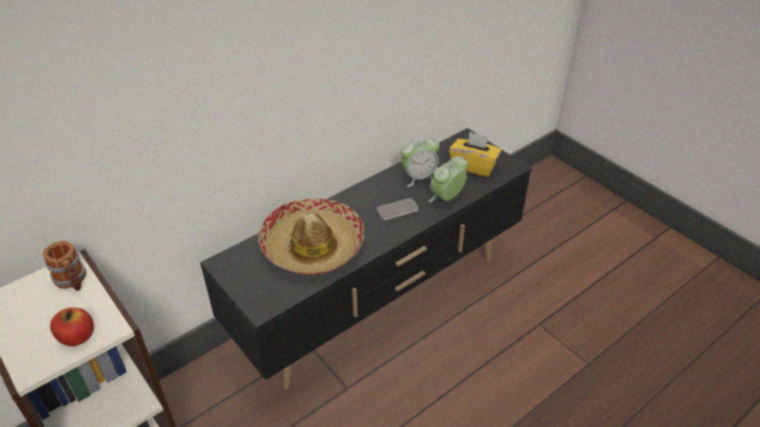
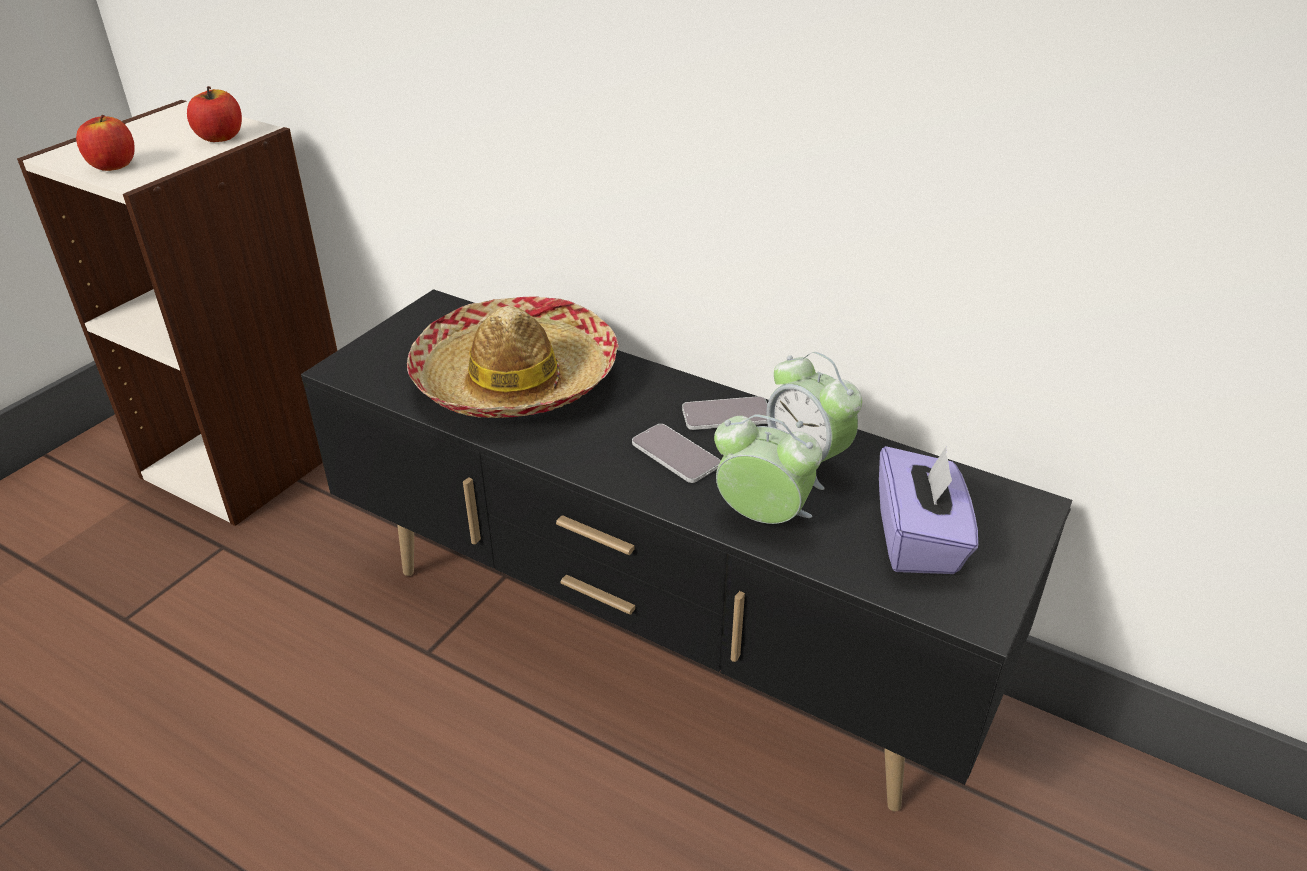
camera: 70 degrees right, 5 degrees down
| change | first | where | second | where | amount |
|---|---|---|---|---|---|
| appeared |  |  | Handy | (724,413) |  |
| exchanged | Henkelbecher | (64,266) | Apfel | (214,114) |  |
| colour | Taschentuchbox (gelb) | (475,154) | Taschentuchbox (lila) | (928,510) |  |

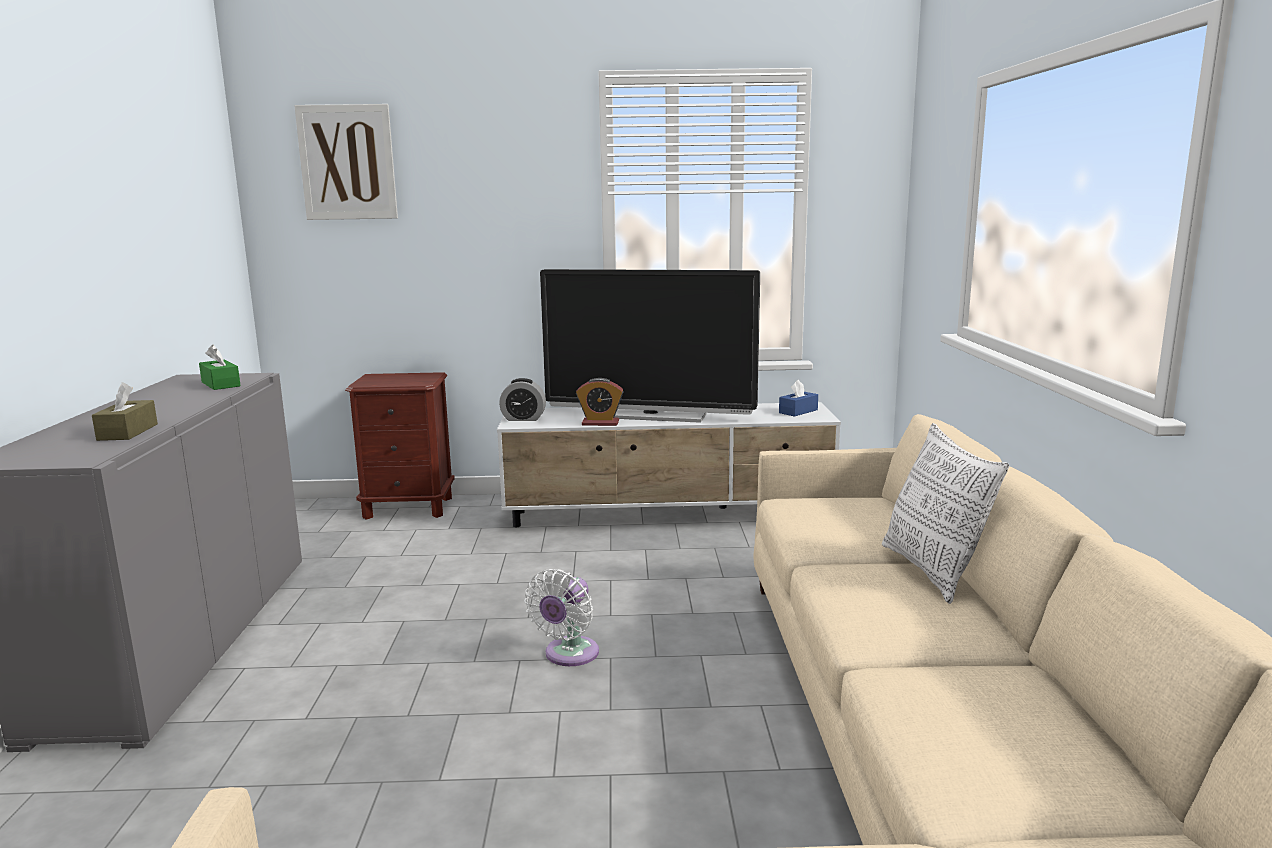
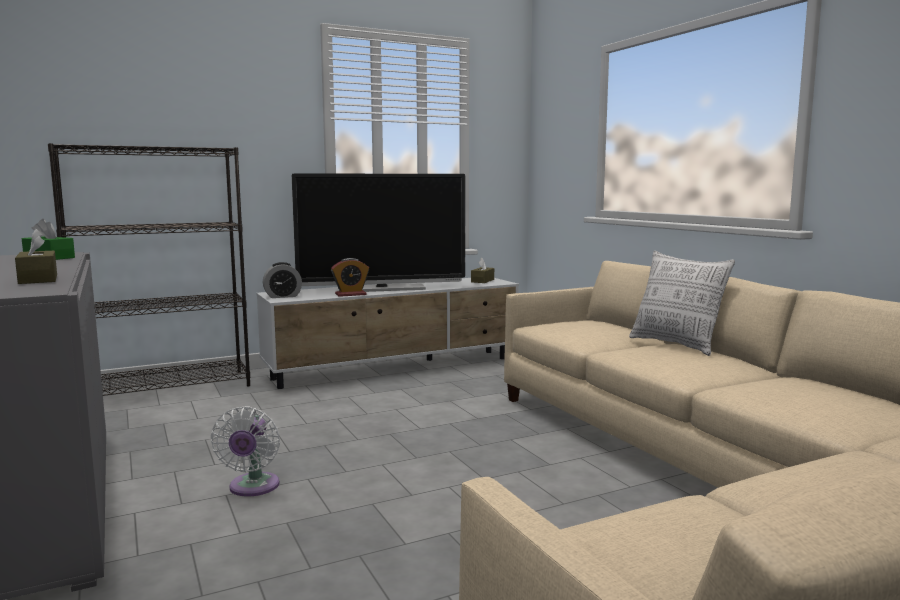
camera: 25 degrees left, 5 degrees down
| change | first | where | second | where | amount |
|---|---|---|---|---|---|
| missing | Bild | (346,162) |  |  |  |
| relocated | Ventilator (weiß) | (562,617) |  | (245,451) |  |
| exchanged | Nachttisch (braun) | (400,446) | Bücherregal (schwarz) | (149,269) |  |
| colour | Taschentuchbox (blau) | (798,398) | Taschentuchbox (braun) | (482,270) |  |

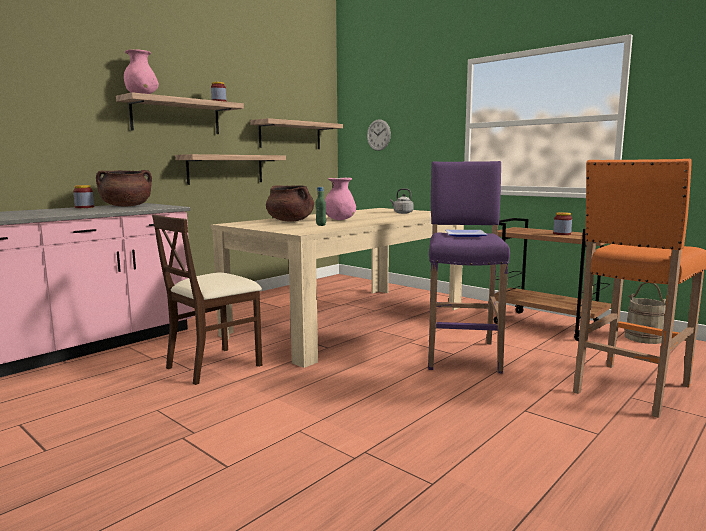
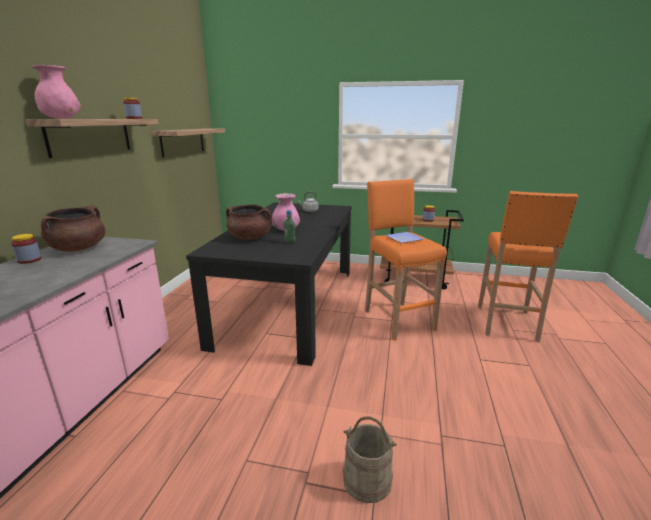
camera: 30 degrees left, 10 degrees up
| change | first | where | second | where | amount |
|---|---|---|---|---|---|
| missing | Stuhl (beige) | (207,299) |  |  |  |
| missing | Wandregal | (230,169) |  |  |  |
| missing | Wanduhr | (379,135) |  |  |  |
| relocated | Eimer (beige) | (645,313) |  | (370,459) |  |
| colour | Esstisch (beige) | (337,288) | Esstisch (schwarz) | (269,284) |  |
| colour | Hocker (lila) | (469,267) | Hocker (orange) | (406,259) |  |

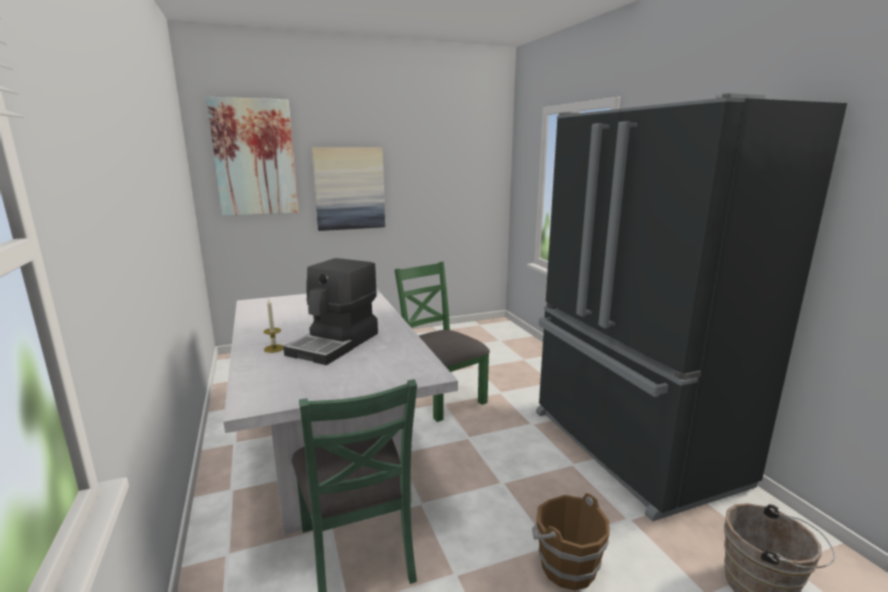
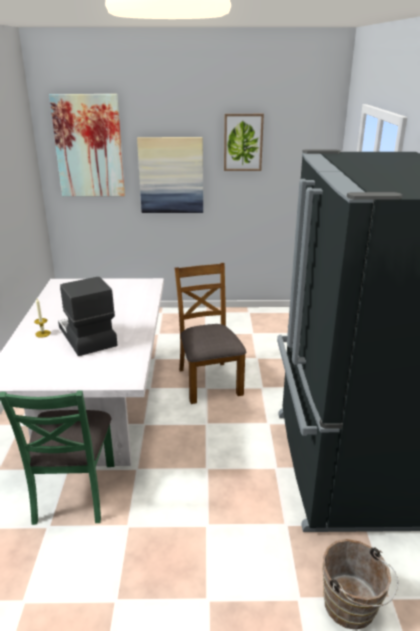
camera: 20 degrees right, 10 degrees up
| change | first | where | second | where | amount |
|---|---|---|---|---|---|
| missing | Eimer (braun) | (571,541) |  |  |  |
| appeared |  |  | Bild | (244,142) |  |
| colour | Stuhl (grün) | (442,342) | Stuhl (braun) | (210,333) |  |
| spun | Kaffeemaschine | (330,311) |  | (87,316) | 105 degrees clockwise |

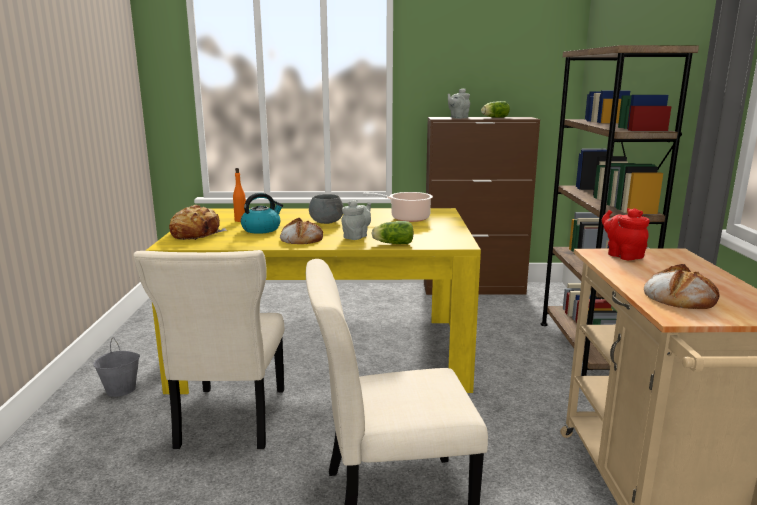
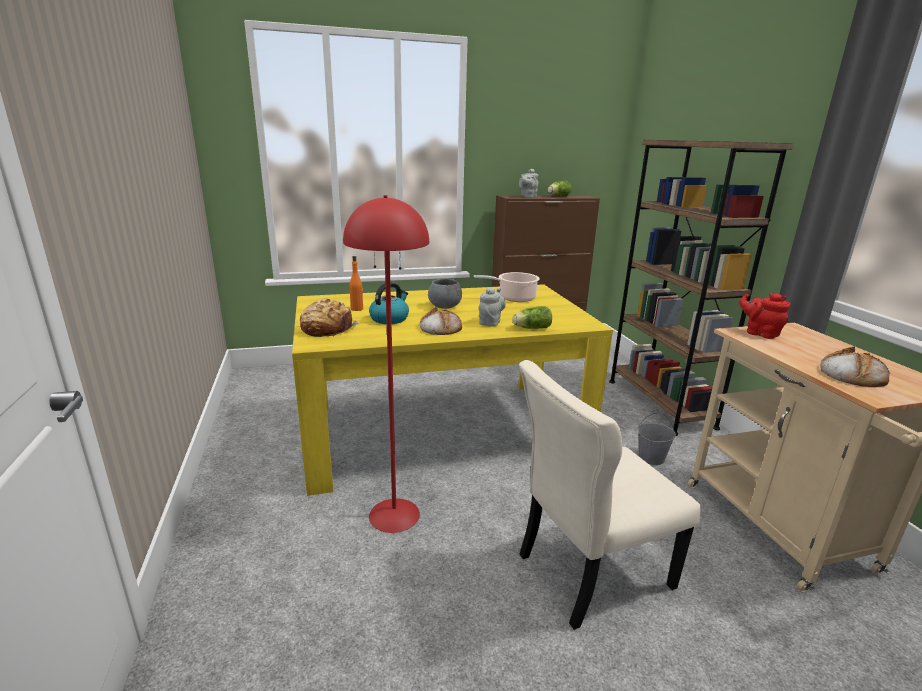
camera: 15 degrees left, 5 degrees up
| change | first | where | second | where | amount |
|---|---|---|---|---|---|
| relocated | Eimer (grau) | (116,367) |  | (657,438) |  |
| exchanged | Stuhl (beige) | (208,349) | Stehlampe (rot) | (386,364) |  |

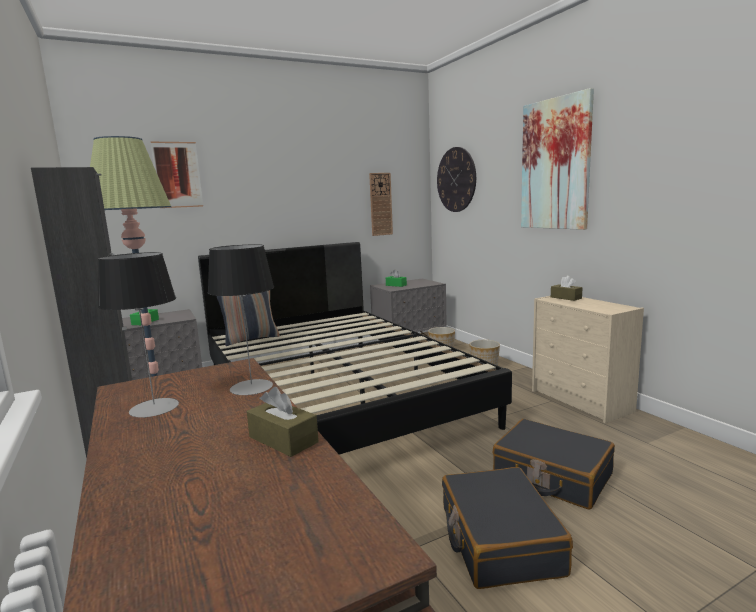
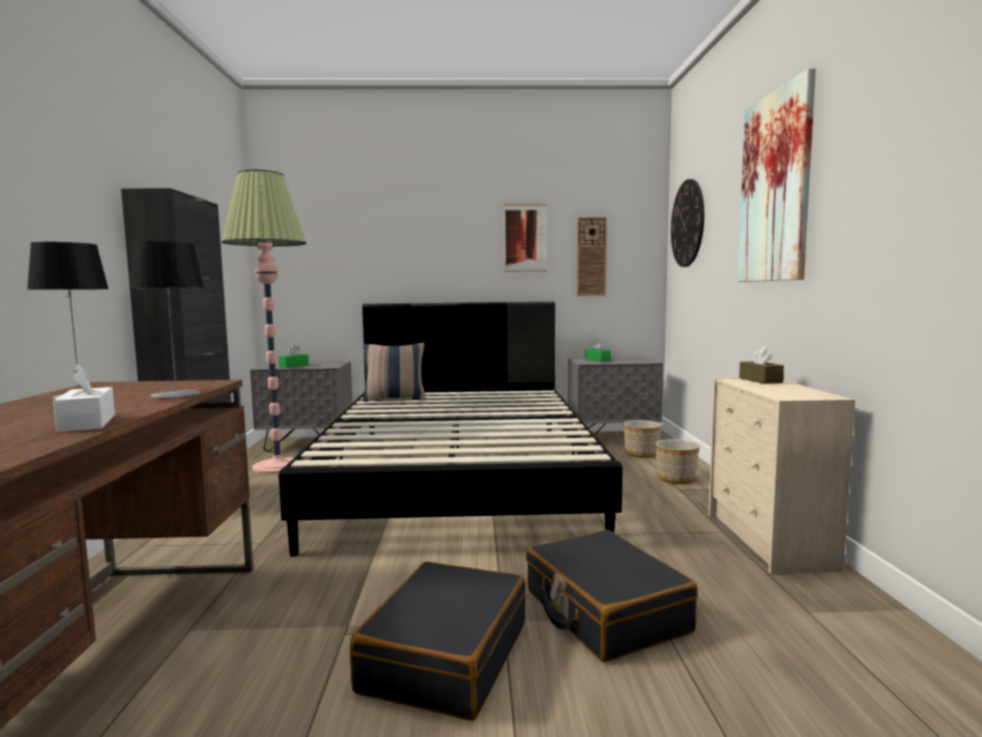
camera: 25 degrees right, 5 degrees down
| change | first | where | second | where | amount |
|---|---|---|---|---|---|
| relocated | Bild | (177,175) |  | (525,238) |  |
| colour | Taschentuchbox (braun) | (283,422) | Taschentuchbox (weiß) | (84,398) |  |

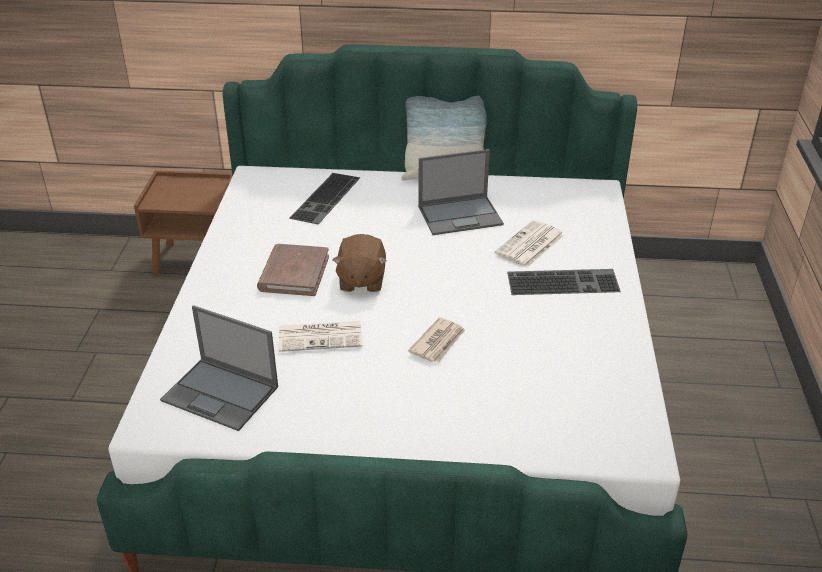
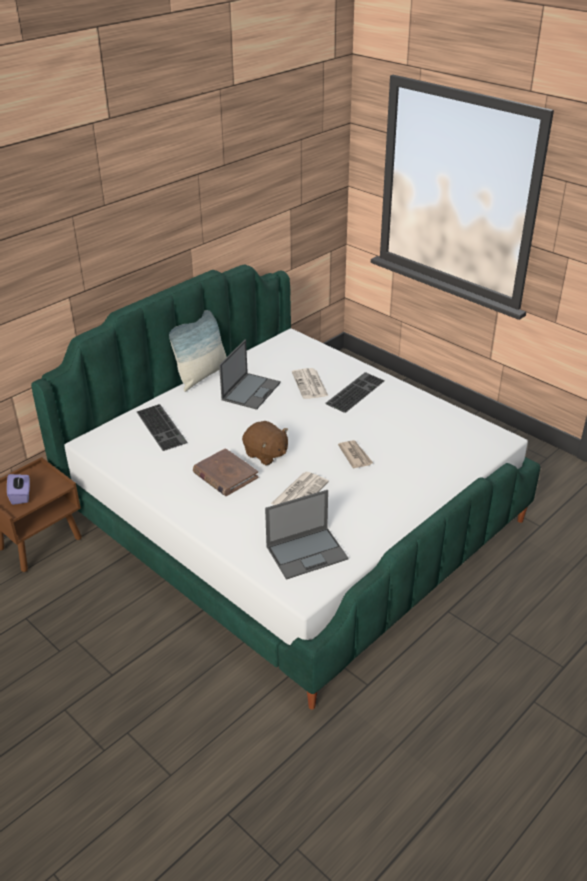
camera: 50 degrees left, 0 degrees up
| change | first | where | second | where | amount |
|---|---|---|---|---|---|
| appeared |  |  | Taschentuchbox (lila) | (18,489) |  |

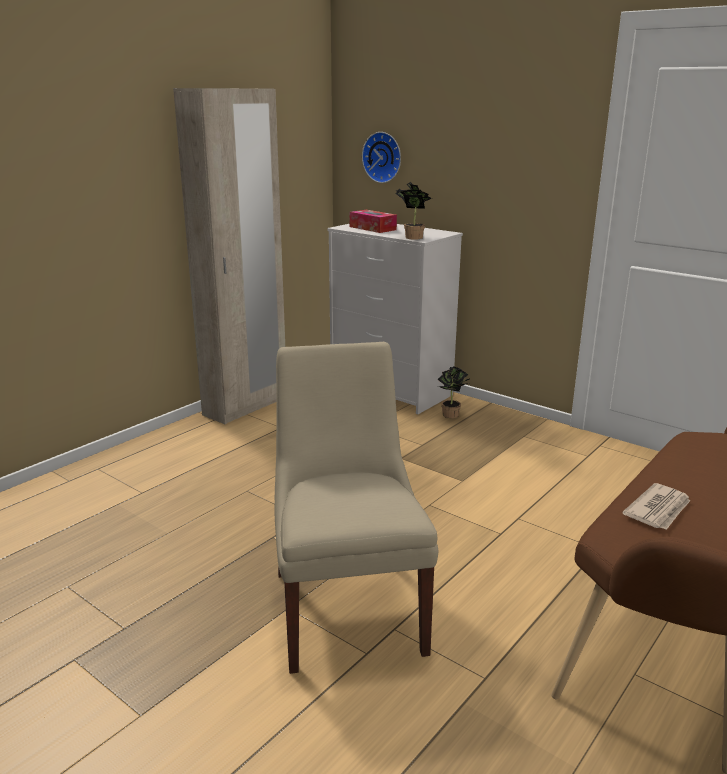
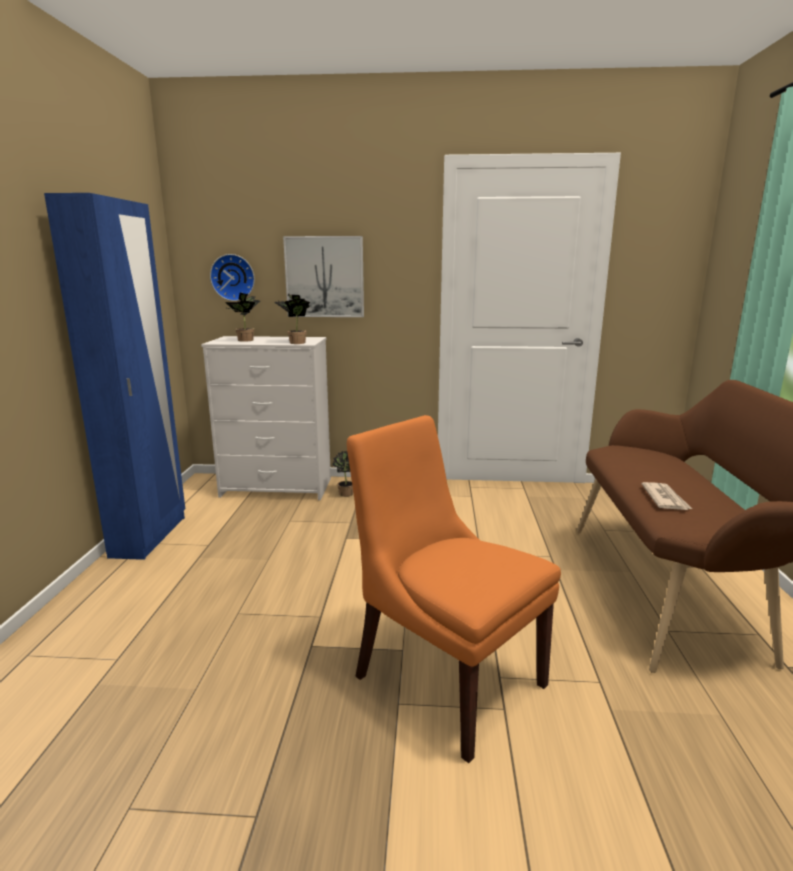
camera: 35 degrees left, 5 degrees down
| change | first | where | second | where | amount |
|---|---|---|---|---|---|
| appeared |  |  | Bild | (323,276) |  |
| exchanged | Taschentuchbox | (373,221) | Topfpflanze | (242,317) |  |
| colour | Kleiderschrank (beige) | (229,256) | Kleiderschrank (blau) | (114,376) |  |
| colour | Stuhl (beige) | (356,508) | Stuhl (orange) | (454,589) |  |

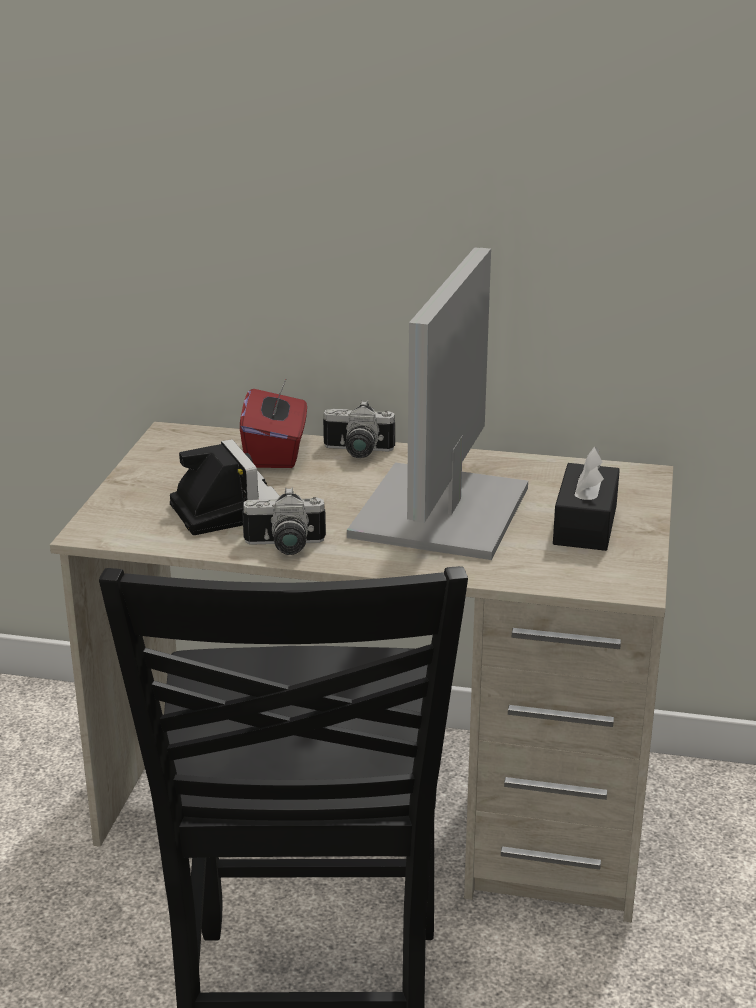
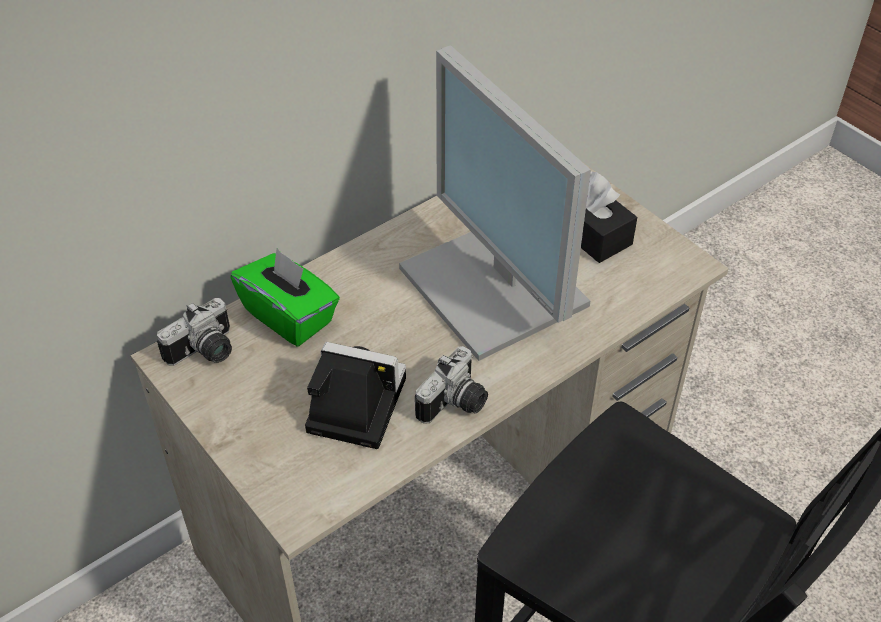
camera: 50 degrees left, 20 degrees up
| change | first | where | second | where | amount |
|---|---|---|---|---|---|
| relocated | Kamera | (359,429) |  | (194,332) |  |
| colour | Taschentuchbox (rot) | (273,423) | Taschentuchbox (grün) | (285,297) |  |

